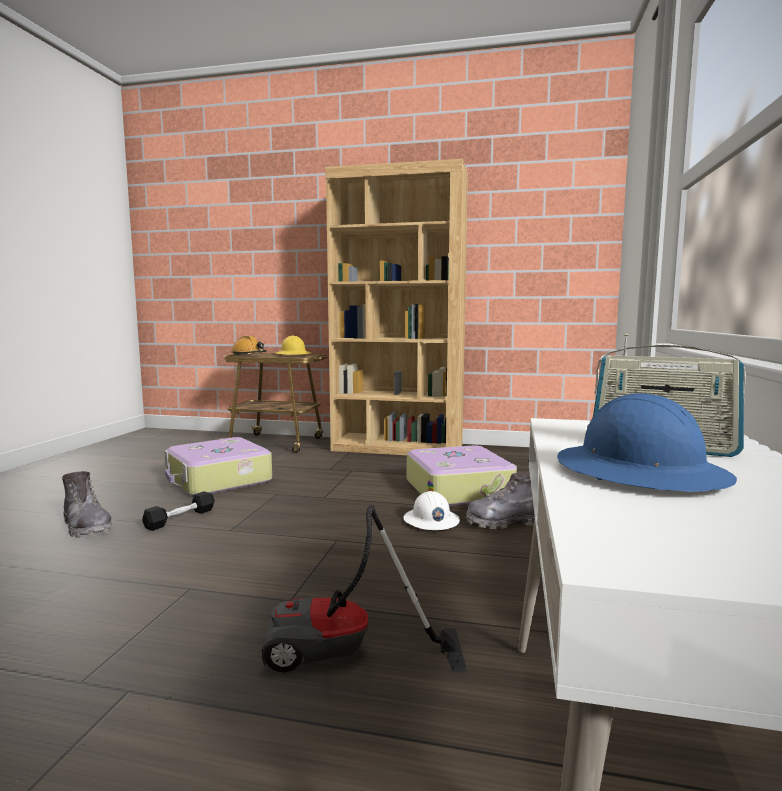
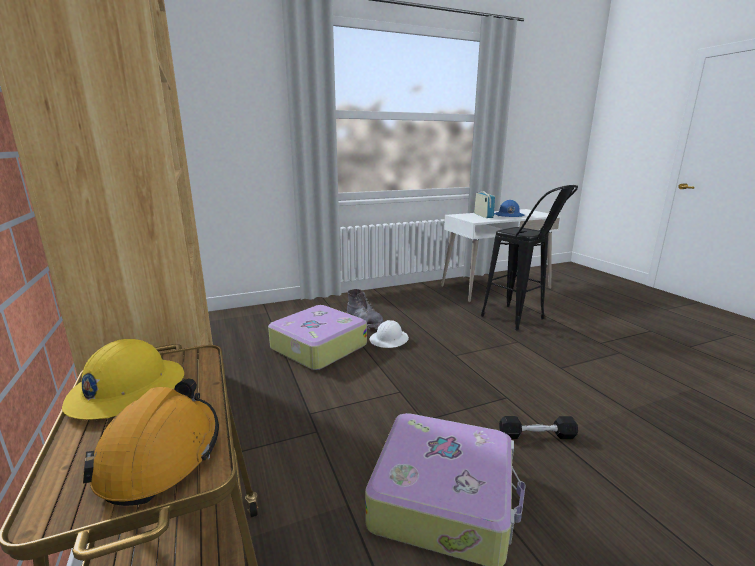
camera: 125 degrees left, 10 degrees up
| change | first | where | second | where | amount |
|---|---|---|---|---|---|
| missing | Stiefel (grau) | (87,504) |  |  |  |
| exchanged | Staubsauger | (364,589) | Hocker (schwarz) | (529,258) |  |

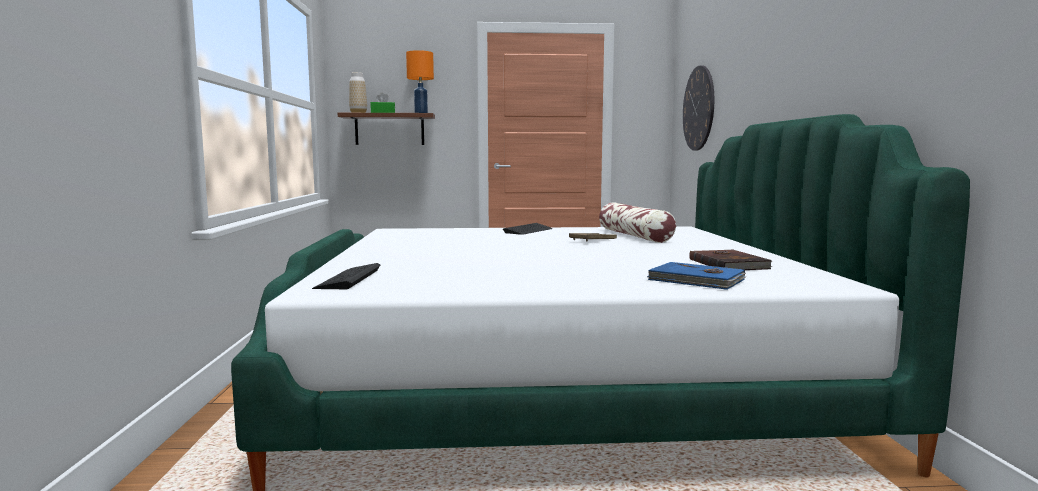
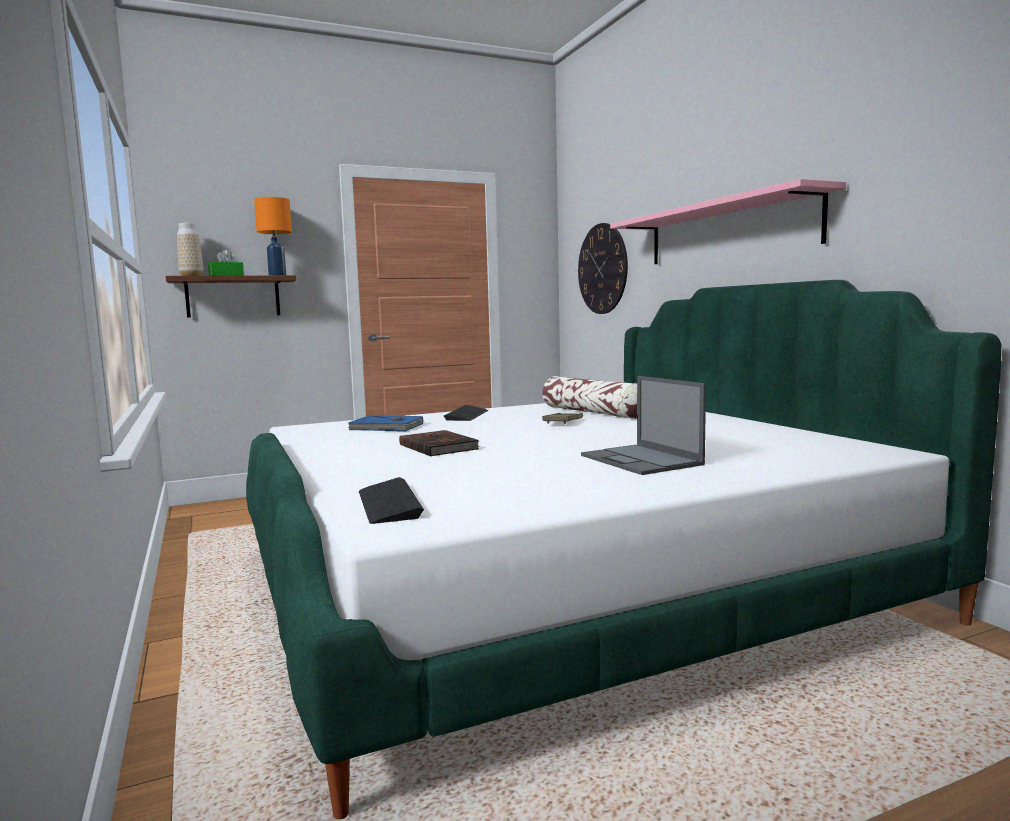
camera: 20 degrees left, 0 degrees up
| change | first | where | second | where | amount |
|---|---|---|---|---|---|
| appeared |  |  | Laptop | (643,425) |  |
| appeared |  |  | Wandregal (rosa) | (728,221) |  |
| relocated | Buch (blau) | (696,276) |  | (385,423) |  |
| relocated | Buch (braun) | (730,260) |  | (439,443) |  |

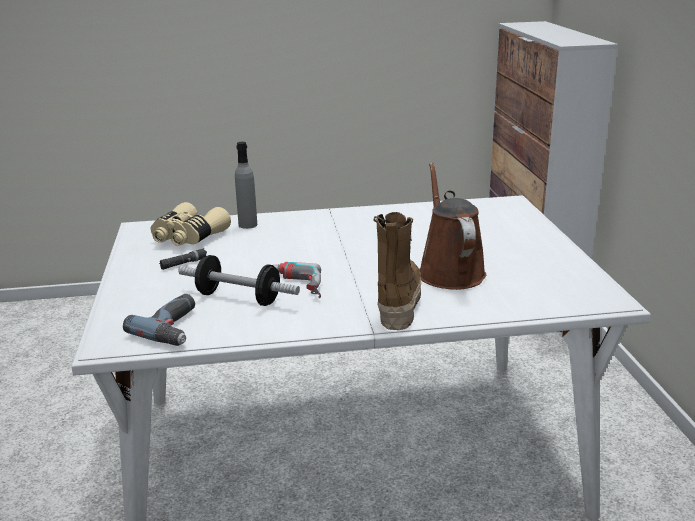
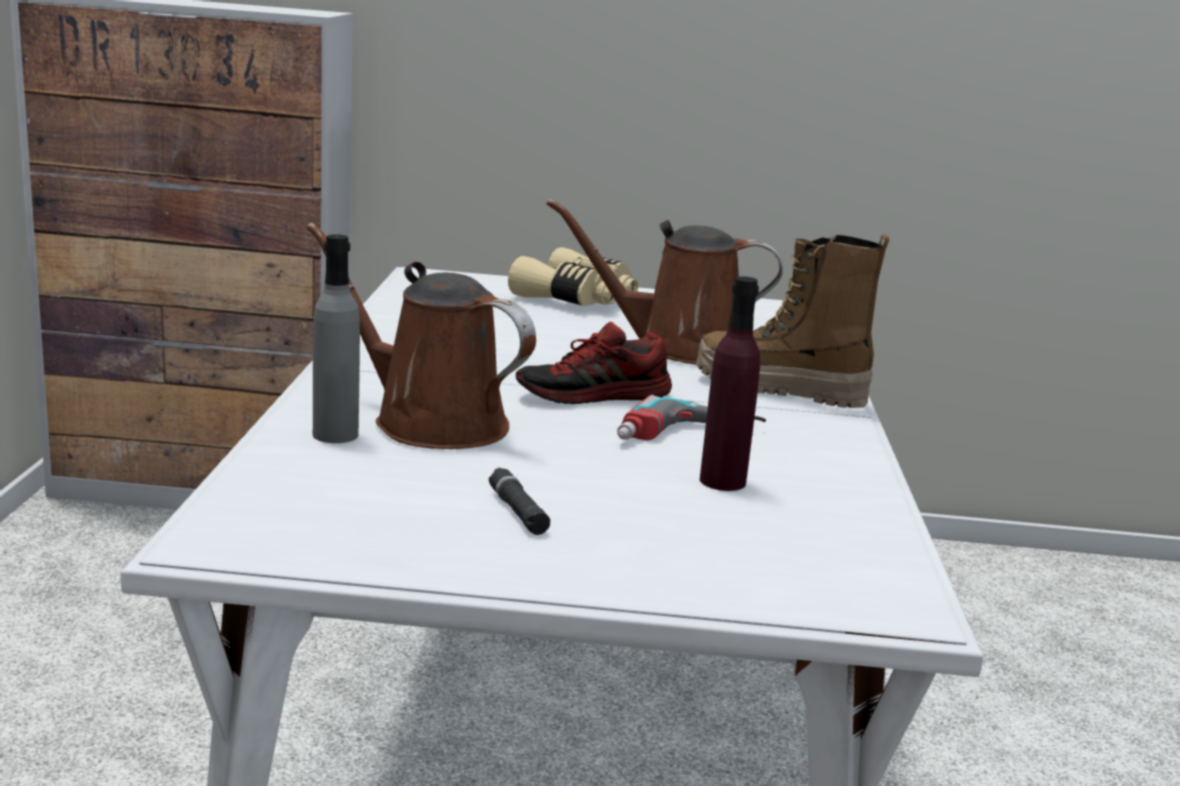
camera: 80 degrees left, 5 degrees down
| change | first | where | second | where | amount |
|---|---|---|---|---|---|
| missing | Bohrmaschine | (159,320) |  |  |  |
| appeared |  |  | Gießkanne (braun) | (421,336) |  |
| appeared |  |  | Schuh | (594,363) |  |
| relocated | Fernglas (beige) | (191,224) |  | (573,276) |  |
| exchanged | Hantel | (239,280) | Flasche (lila) | (730,383) |  |

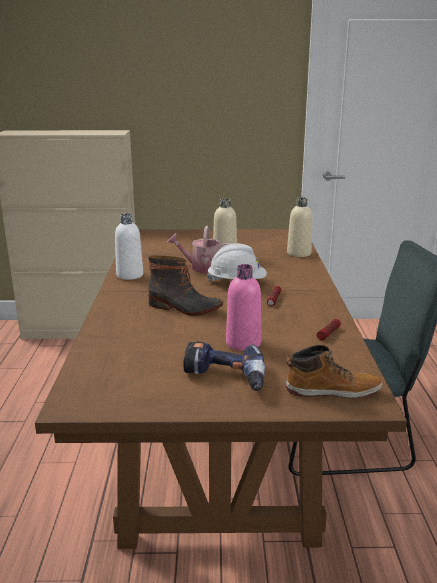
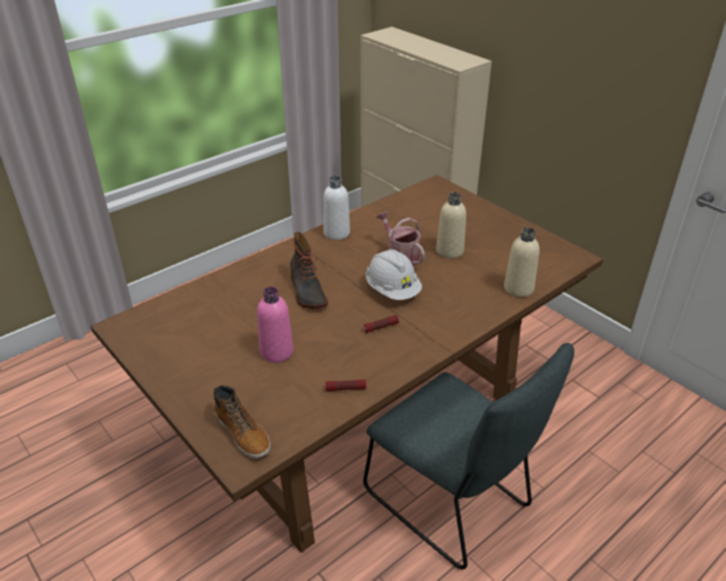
camera: 50 degrees right, 15 degrees up
| change | first | where | second | where | amount |
|---|---|---|---|---|---|
| missing | Bohrmaschine | (224,366) |  |  |  |

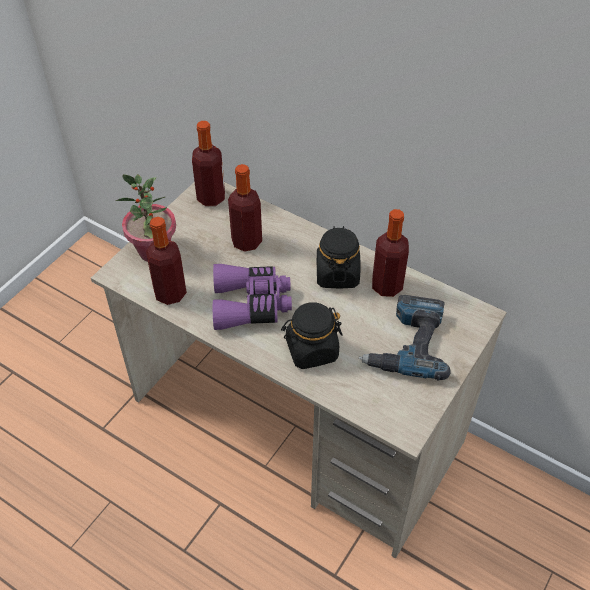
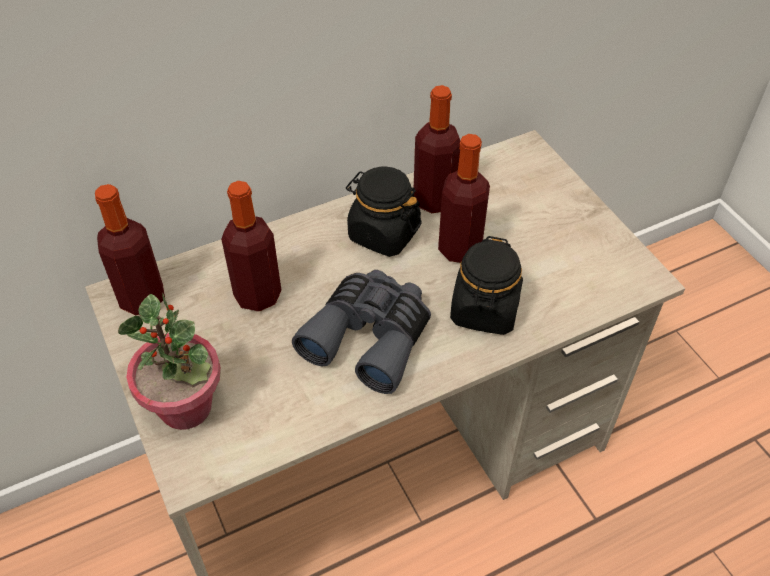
camera: 60 degrees left, 0 degrees up
| change | first | where | second | where | amount |
|---|---|---|---|---|---|
| missing | Bohrmaschine | (405,338) |  |  |  |
| relocated | Flasche | (166,261) |  | (464,198) |  |
| colour | Fernglas (lila) | (252,297) | Fernglas (grau) | (361,332) |  |

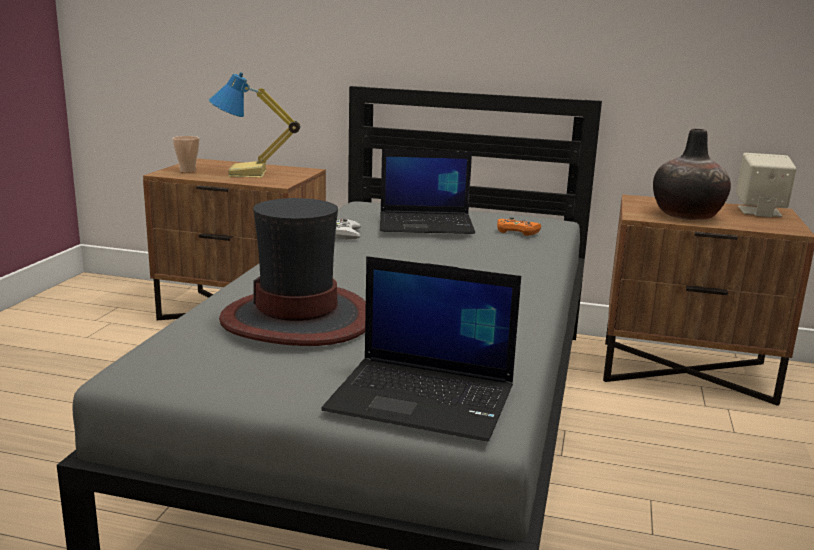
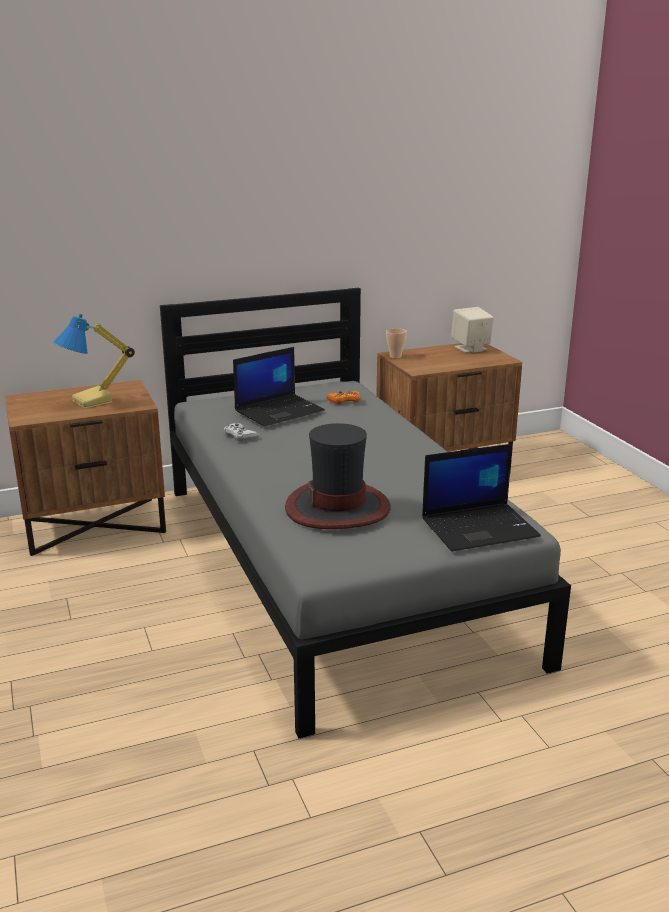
camera: 35 degrees left, 5 degrees up
| change | first | where | second | where | amount |
|---|---|---|---|---|---|
| missing | Vase | (692,174) |  |  |  |
| relocated | Tasse | (185,154) |  | (396,343) |  |

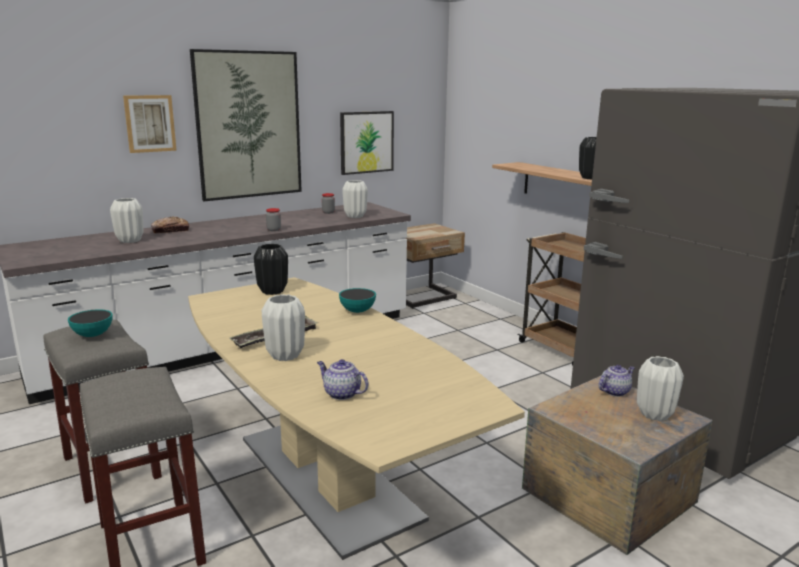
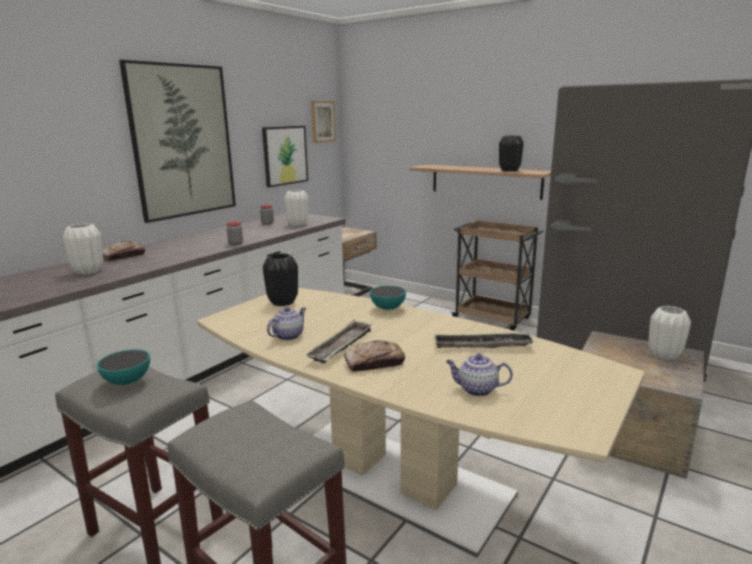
camera: 20 degrees left, 0 degrees up
| change | first | where | second | where | amount |
|---|---|---|---|---|---|
| appeared |  |  | Tablett | (484,340) |  |
| relocated | Bild | (150,124) |  | (323,122) |  |
| relocated | Teekanne | (616,381) |  | (286,323) |  |
| exchanged | Vase (weiß) | (283,327) | Brot | (374,356) |  |

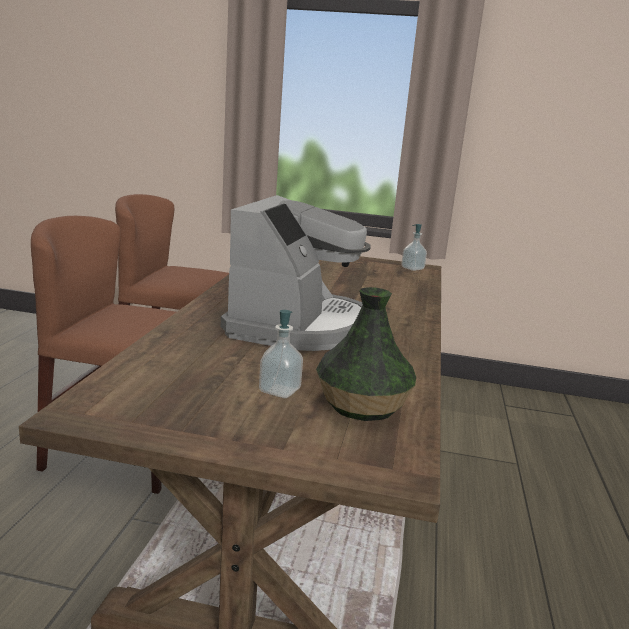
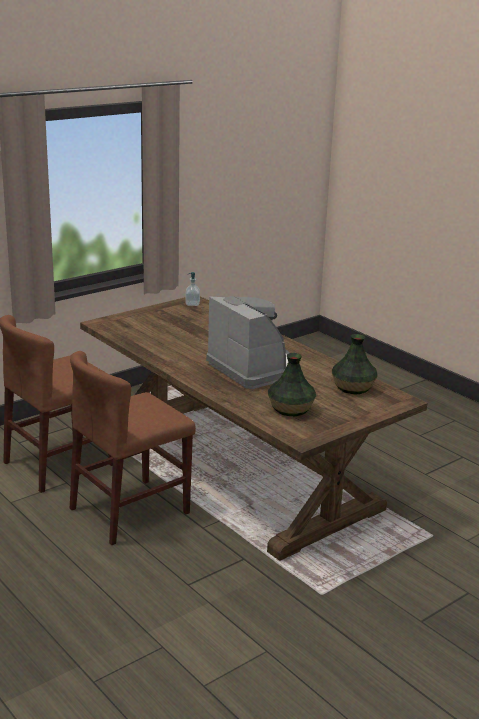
camera: 50 degrees left, 5 degrees up
| change | first | where | second | where | amount |
|---|---|---|---|---|---|
| missing | Seifenspender | (281,354) |  |  |  |
| appeared |  |  | Vase | (292,384) |  |

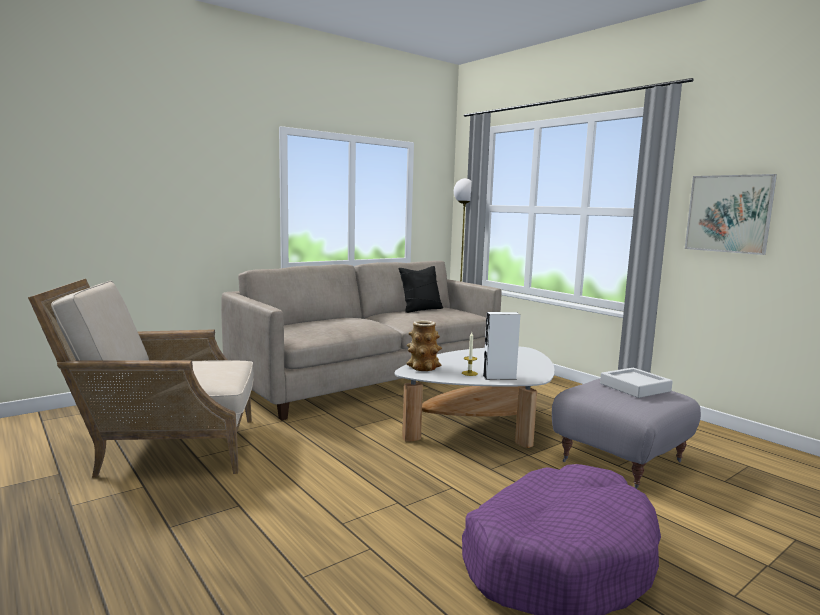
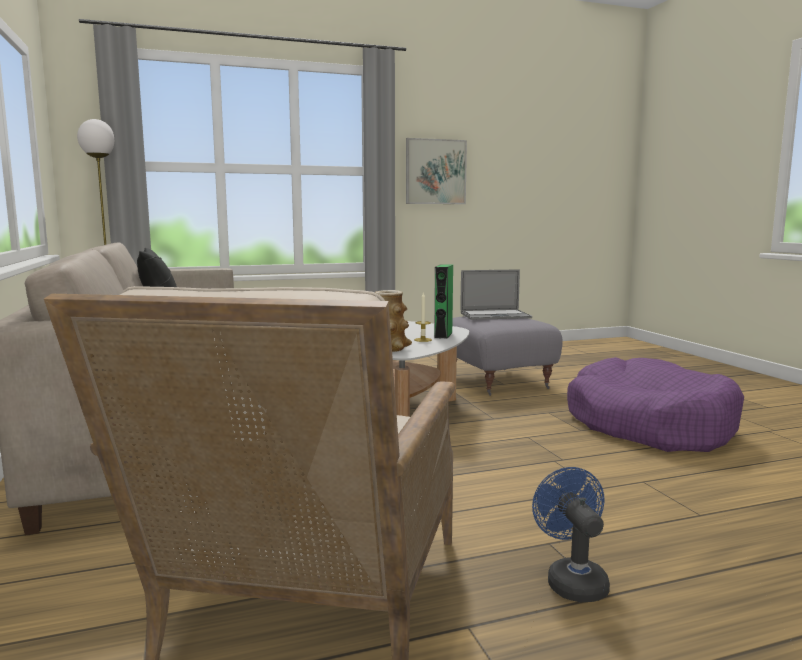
camera: 70 degrees left, 0 degrees up
| change | first | where | second | where | amount |
|---|---|---|---|---|---|
| appeared |  |  | Ventilator (blau) | (571,534) |  |
| exchanged | Tablett (grau) | (636,383) | Laptop | (496,295) |  |
| colour | Lautsprecher (weiß) | (501,346) | Lautsprecher (grün) | (443,301) |  |

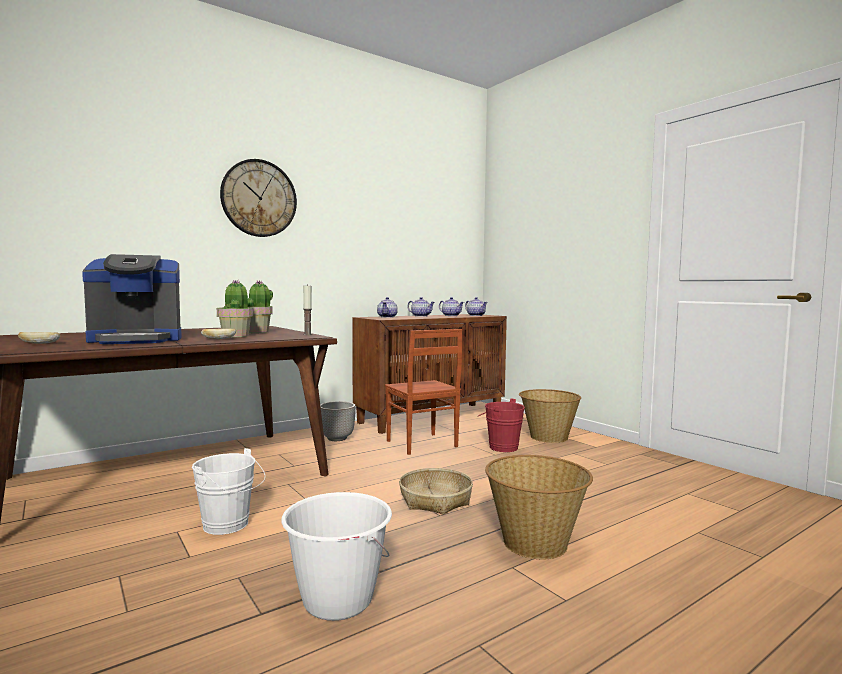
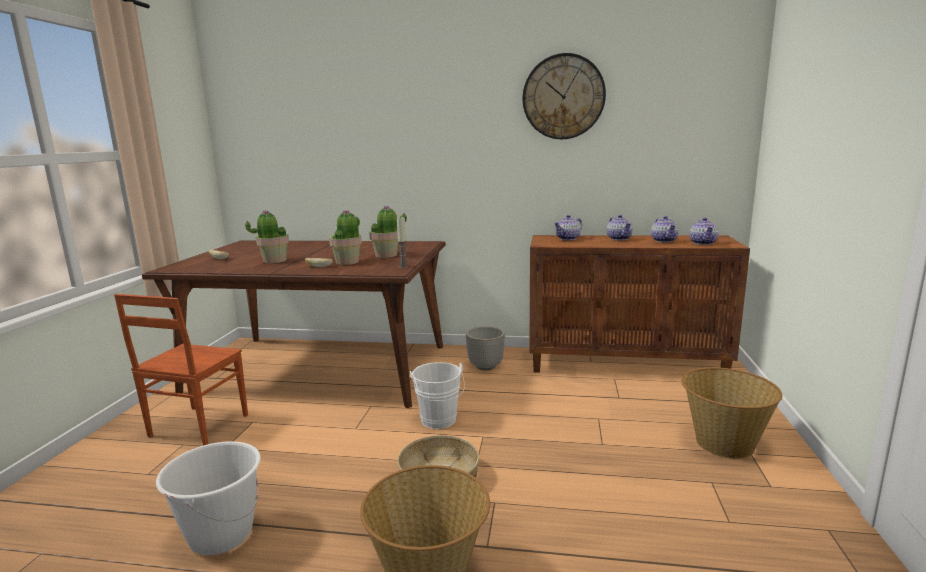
camera: 45 degrees right, 10 degrees up
| change | first | where | second | where | amount |
|---|---|---|---|---|---|
| missing | Eimer (rot) | (501,425) |  |  |  |
| relocated | Eimer (weiß) | (228,491) |  | (437,395) |  |
| relocated | Wanduhr | (258,198) |  | (564,96) |  |
| relocated | Stuhl (braun) | (423,392) |  | (181,370) |  |
| exchanged | Kaffeemaschine | (132,299) | Topfpflanze | (267,237) |  |

